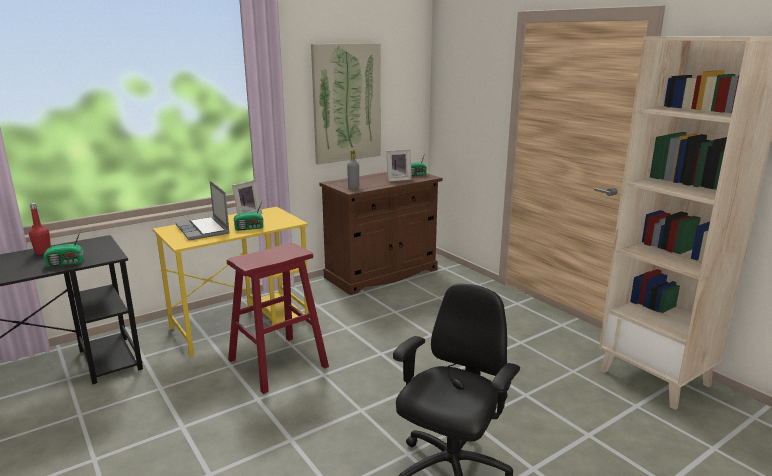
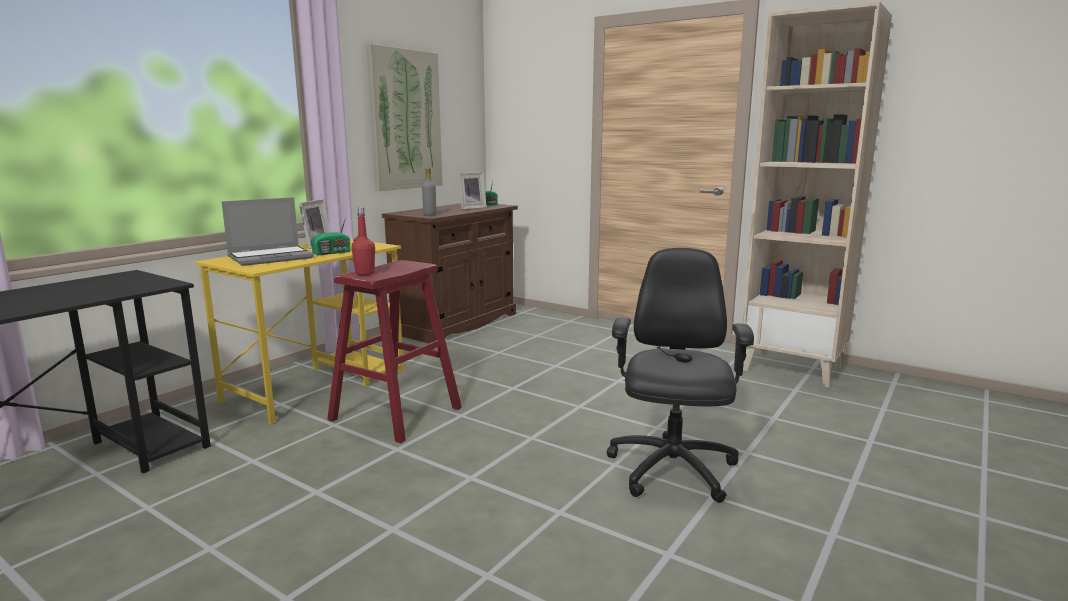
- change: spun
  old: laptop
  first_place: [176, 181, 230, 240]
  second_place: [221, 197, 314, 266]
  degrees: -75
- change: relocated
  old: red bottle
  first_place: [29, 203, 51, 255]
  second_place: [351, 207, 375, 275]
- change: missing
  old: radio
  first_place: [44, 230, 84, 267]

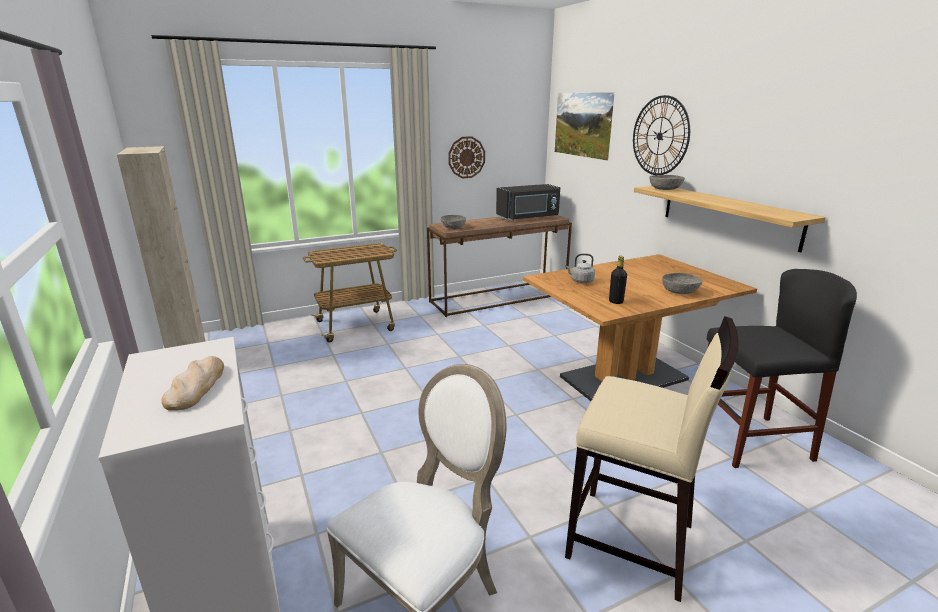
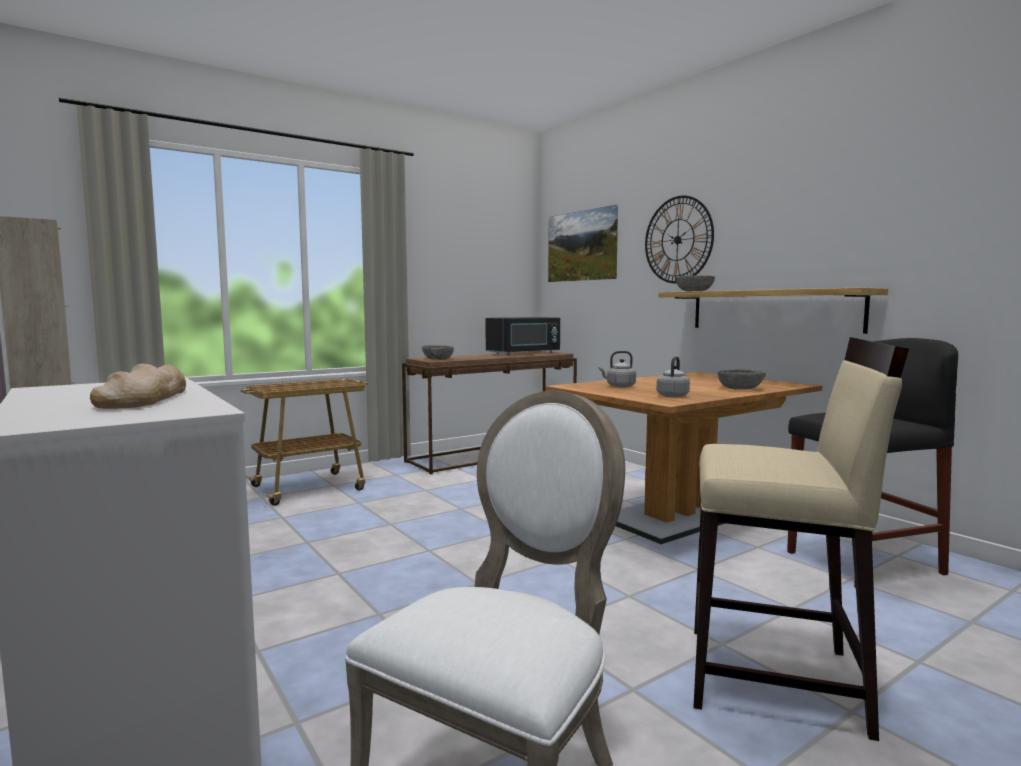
- change: missing
  old: wall clock
  first_place: [448, 136, 485, 179]
- change: exchanged
  old: black bottle
  new: grey kettle
  first_place: [609, 256, 627, 304]
  second_place: [657, 356, 690, 397]

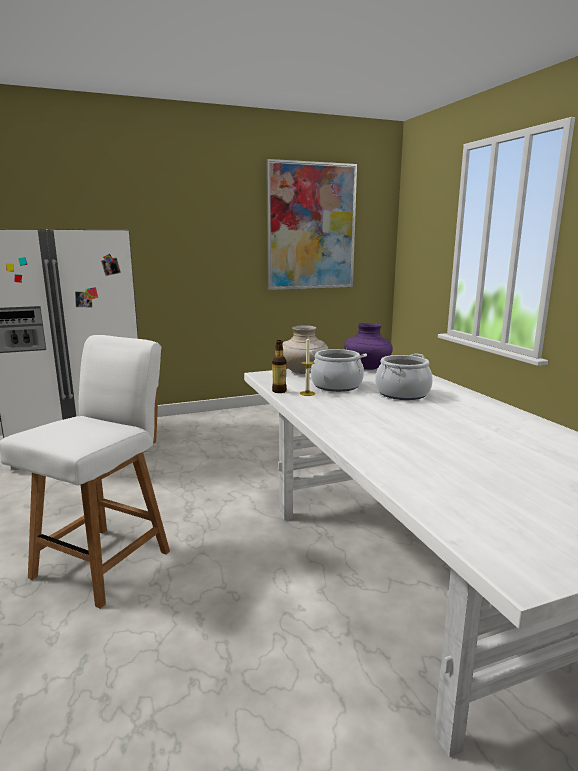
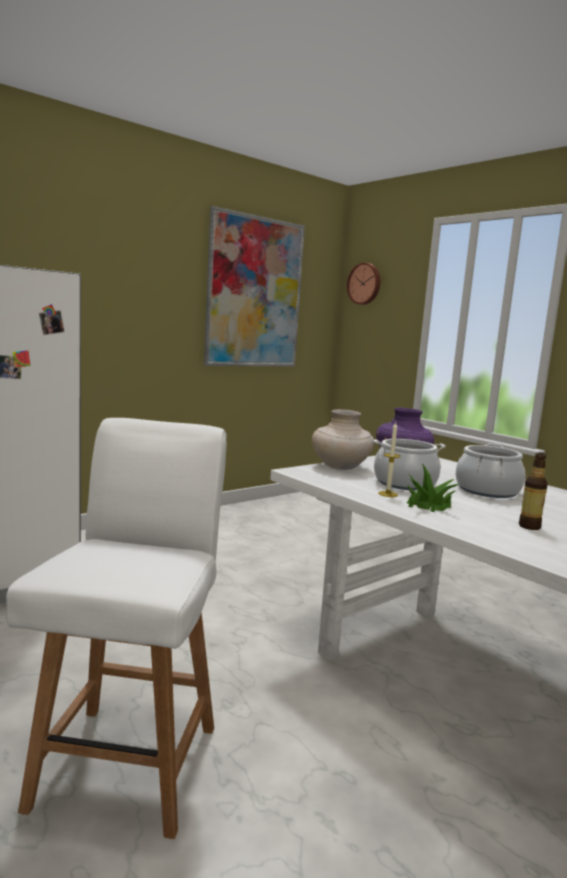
- change: relocated
  old: bottle
  first_place: [272, 340, 287, 393]
  second_place: [519, 453, 548, 530]
- change: appeared
  new: wall clock
  second_place: [347, 263, 380, 305]
- change: appeared
  new: potted plant
  second_place: [406, 463, 460, 512]

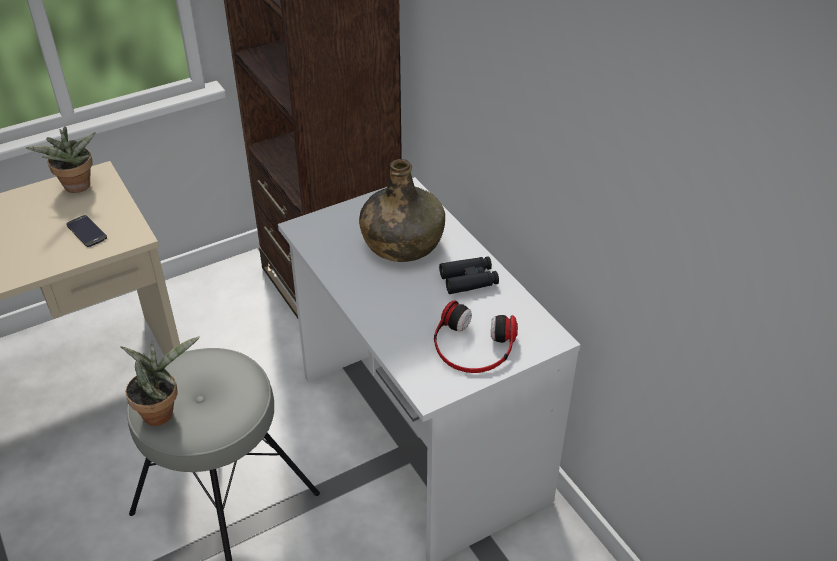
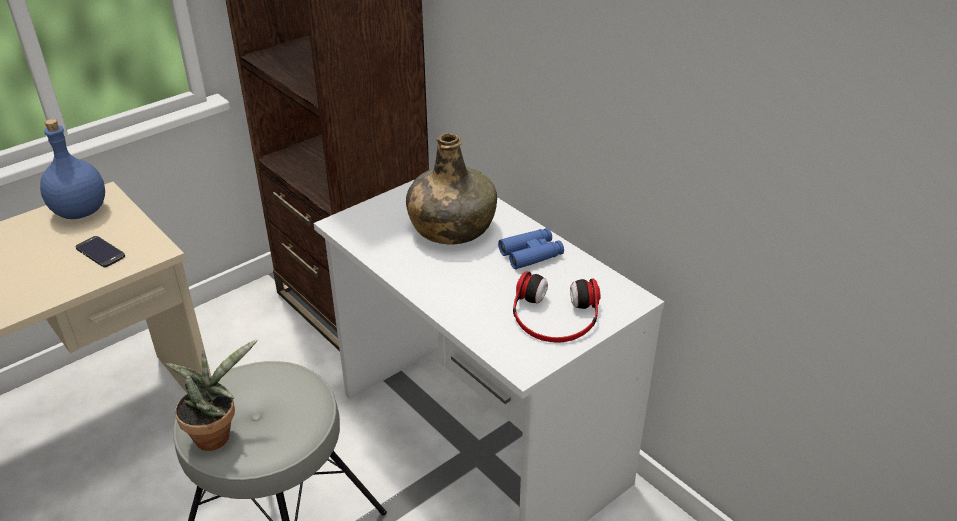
- change: exchanged
  old: potted plant
  new: blue bottle
  first_place: [26, 127, 96, 193]
  second_place: [40, 119, 105, 219]
- change: colour
  old: black binoculars
  new: blue binoculars
  first_place: [439, 256, 499, 294]
  second_place: [498, 228, 564, 269]

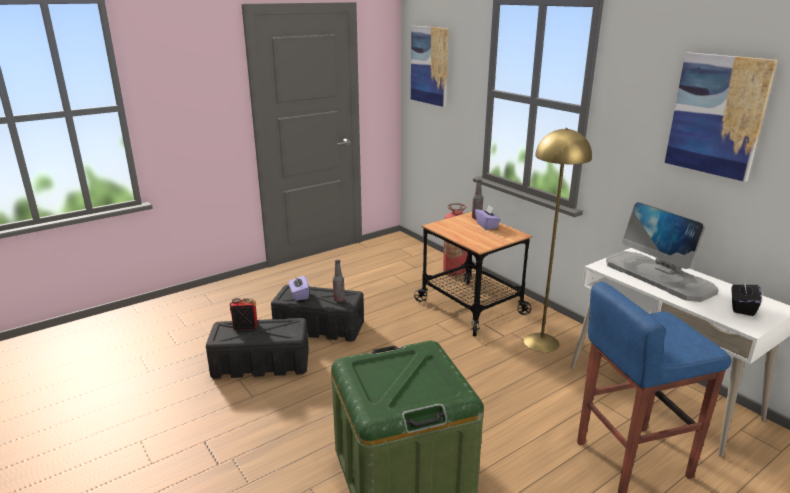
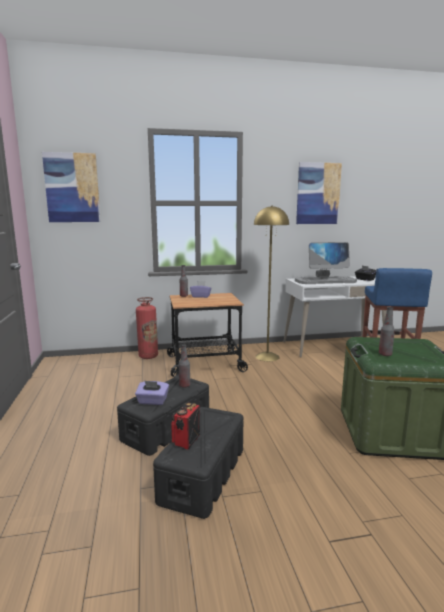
- change: appeared
  new: bottle
  second_place: [379, 307, 395, 356]

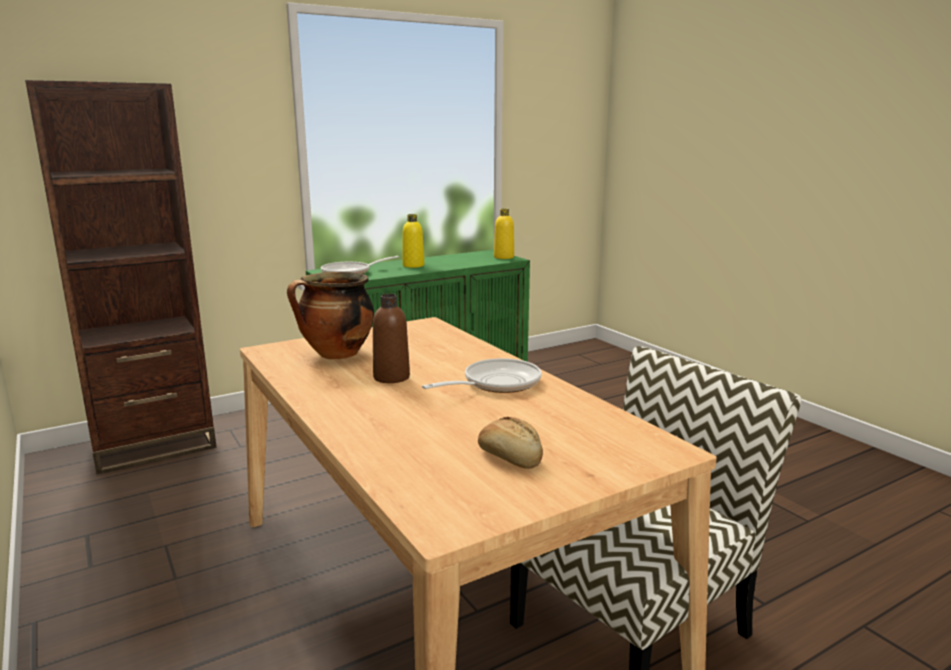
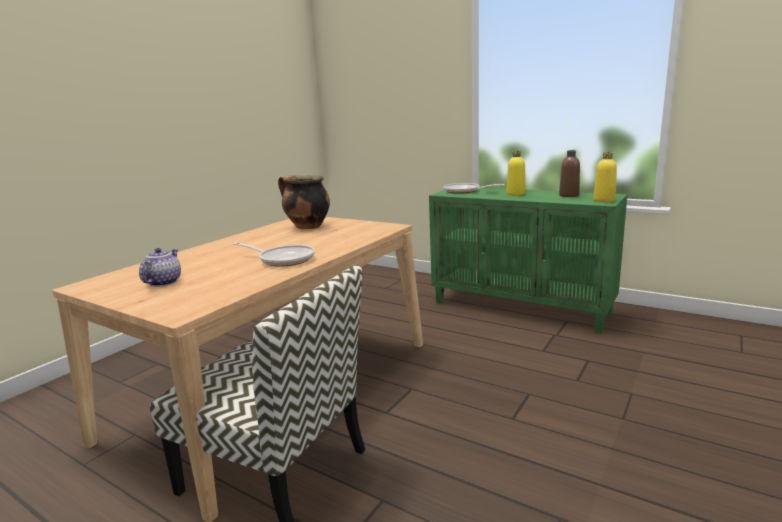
- change: missing
  old: brown bookcase
  first_place: [25, 80, 216, 474]
- change: relocated
  old: brown bottle
  first_place: [373, 294, 410, 383]
  second_place: [559, 150, 580, 197]
- change: exchanged
  old: bread
  new: teapot
  first_place: [478, 417, 543, 469]
  second_place: [139, 248, 181, 287]

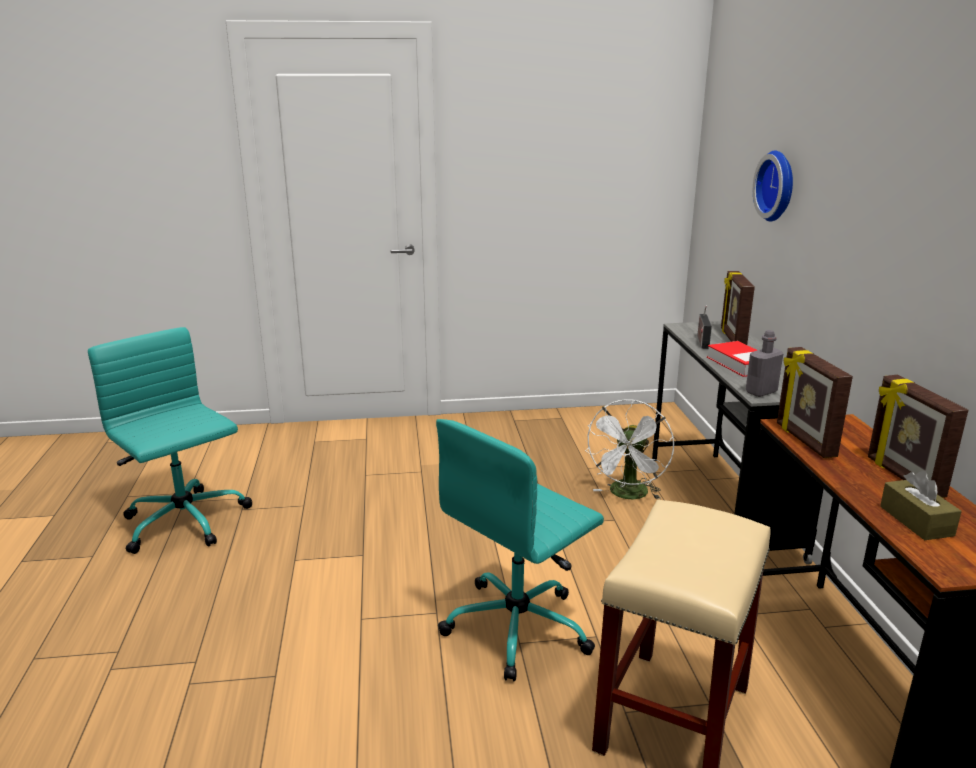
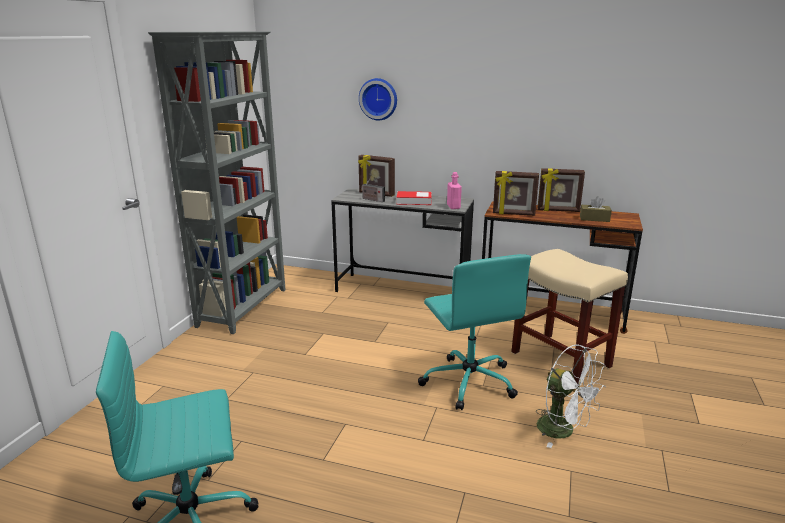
- change: colour
  old: grey bottle
  new: pink bottle
  first_place: [746, 330, 783, 397]
  second_place: [447, 172, 462, 209]
- change: relocated
  old: white fan
  first_place: [585, 400, 674, 500]
  second_place: [536, 344, 606, 448]
- change: appeared
  new: grey bookcase
  second_place: [148, 32, 286, 334]

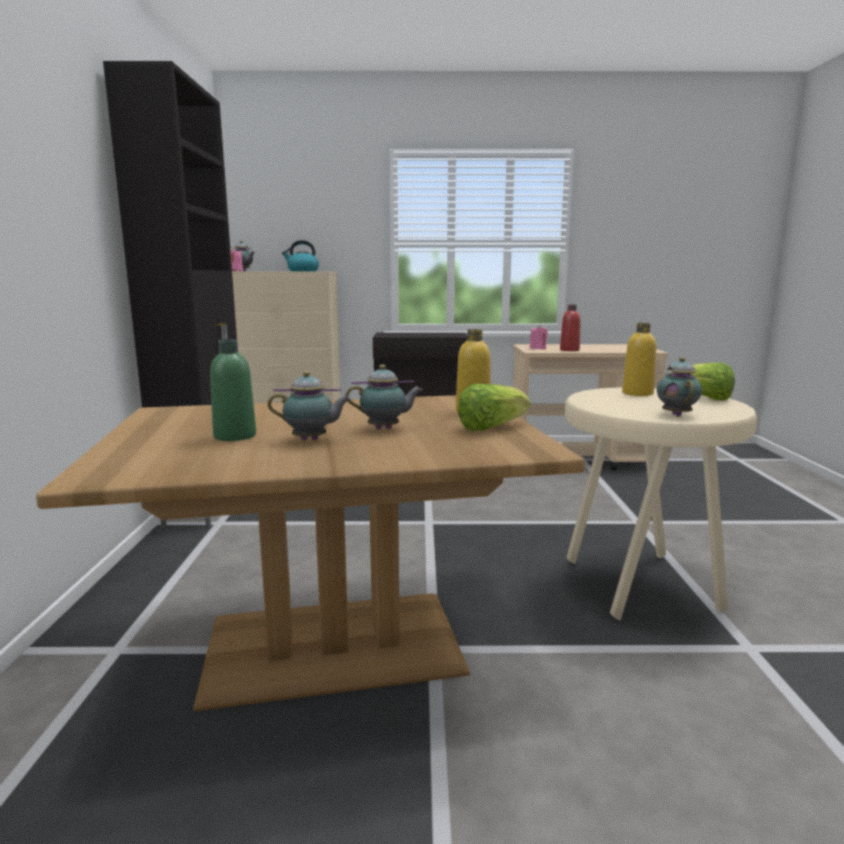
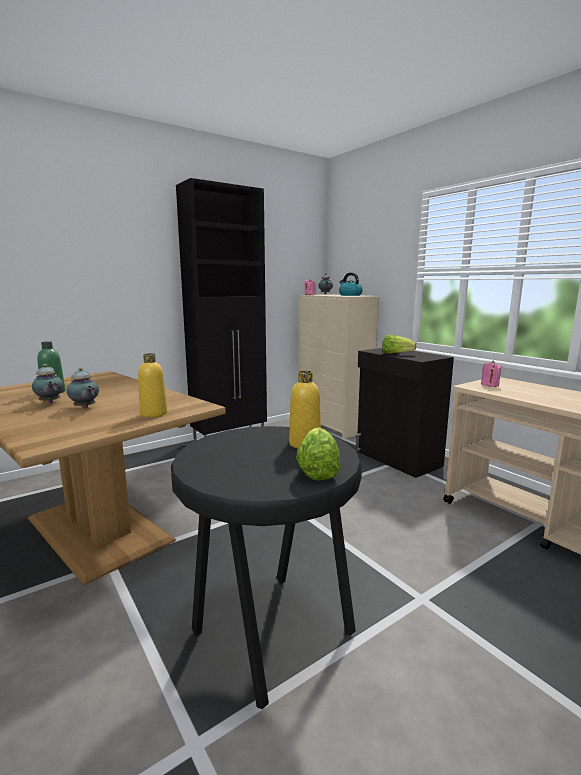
- change: missing
  old: red bottle
  first_place: [560, 305, 581, 351]
- change: missing
  old: teapot
  first_place: [657, 357, 702, 416]
- change: relocated
  old: lettuce
  first_place: [458, 384, 531, 431]
  second_place: [382, 334, 416, 354]
- change: colour
  old: beige stool
  new: black stool
  first_place: [565, 387, 757, 620]
  second_place: [171, 426, 362, 709]

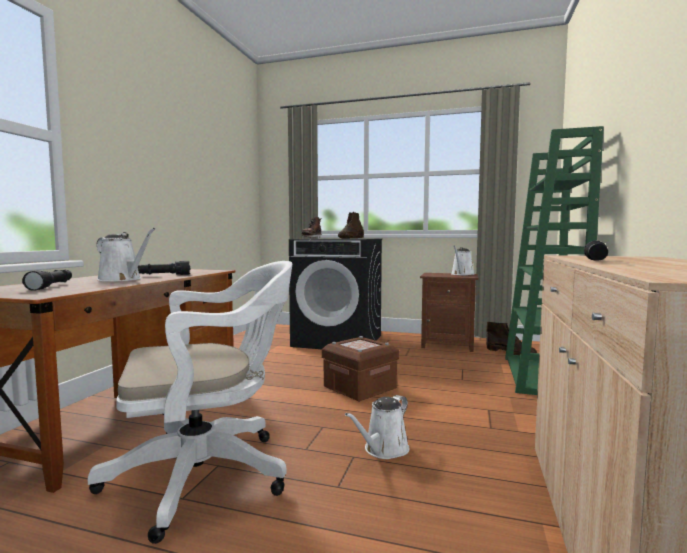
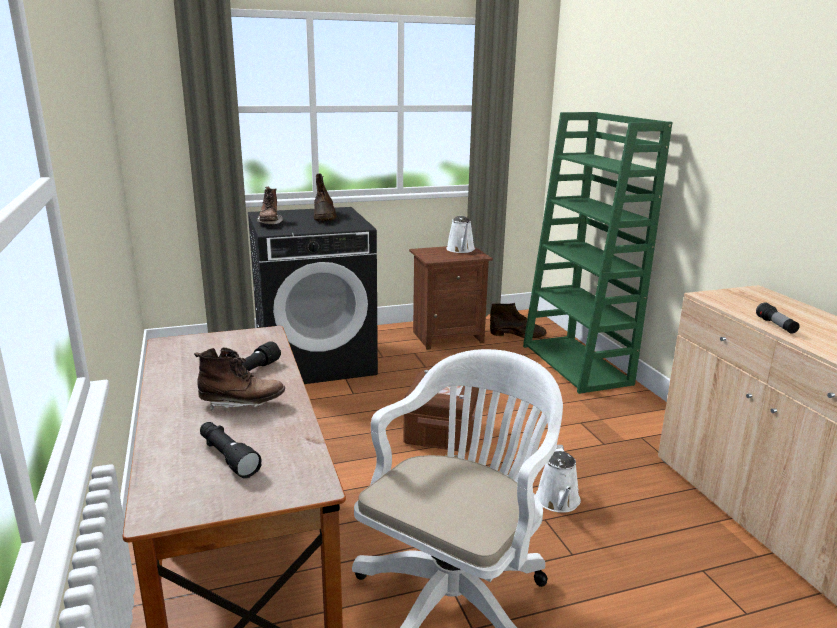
- change: exchanged
  old: white watering can
  new: brown boot
  first_place: [97, 228, 155, 282]
  second_place: [194, 347, 285, 412]

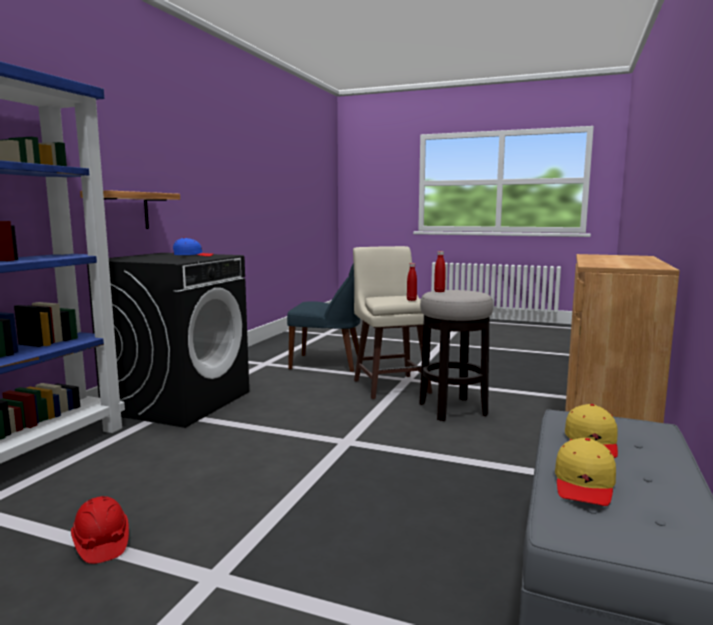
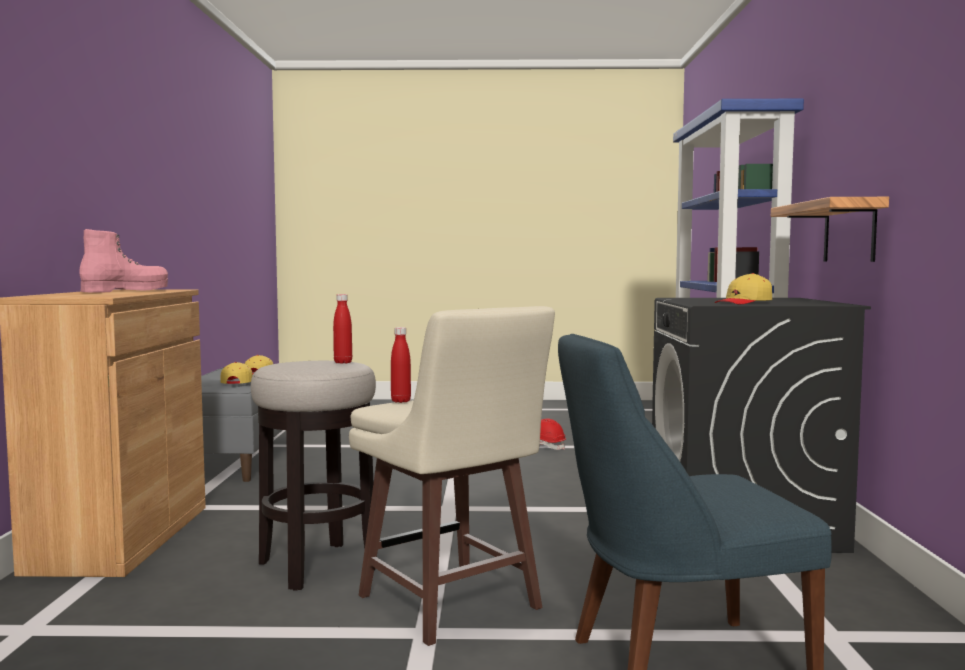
- change: colour
  old: blue cap
  new: yellow cap
  first_place: [173, 238, 213, 256]
  second_place: [714, 273, 772, 304]
- change: appeared
  new: pink boot
  second_place: [79, 229, 168, 293]

